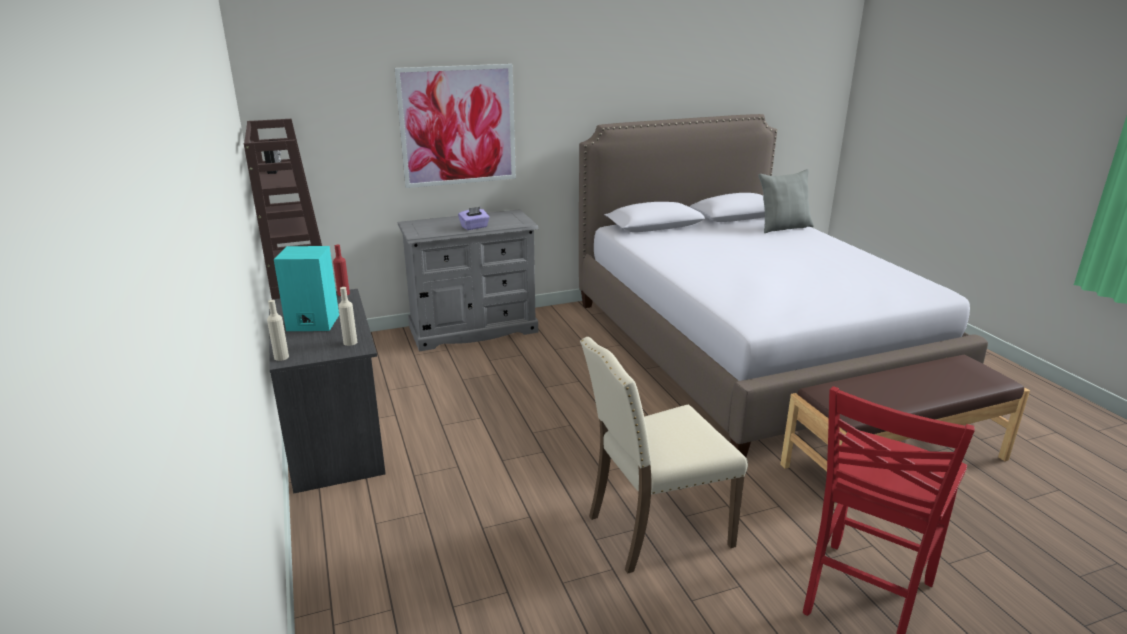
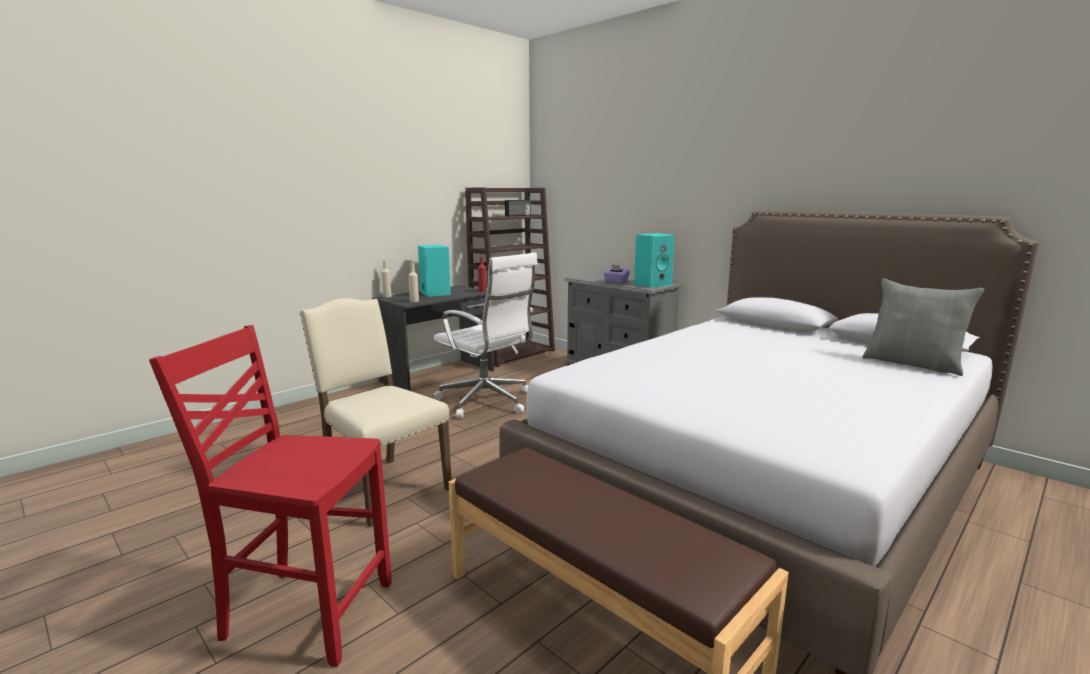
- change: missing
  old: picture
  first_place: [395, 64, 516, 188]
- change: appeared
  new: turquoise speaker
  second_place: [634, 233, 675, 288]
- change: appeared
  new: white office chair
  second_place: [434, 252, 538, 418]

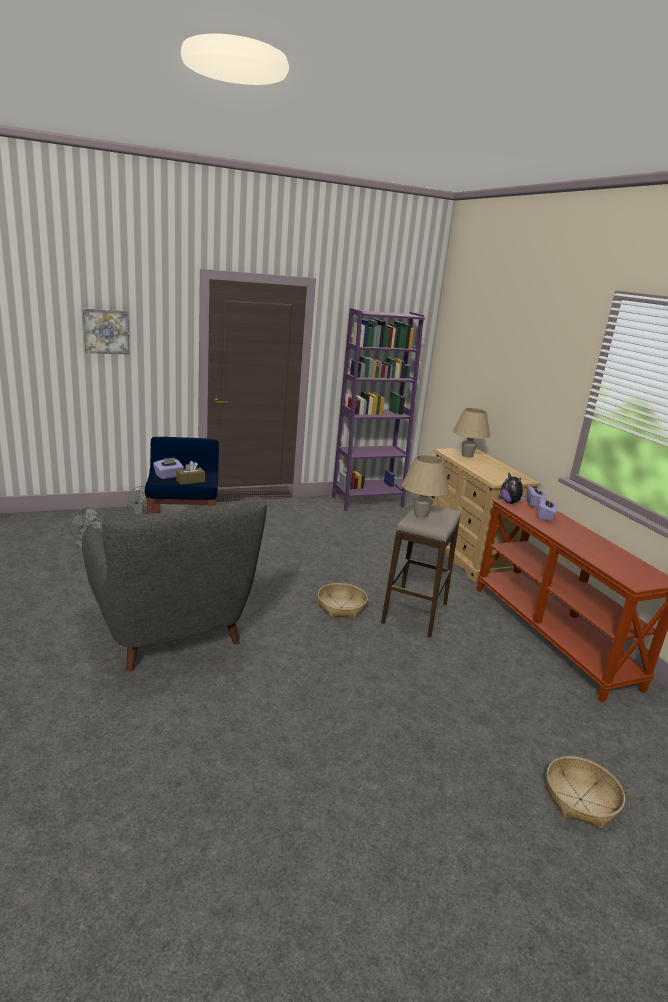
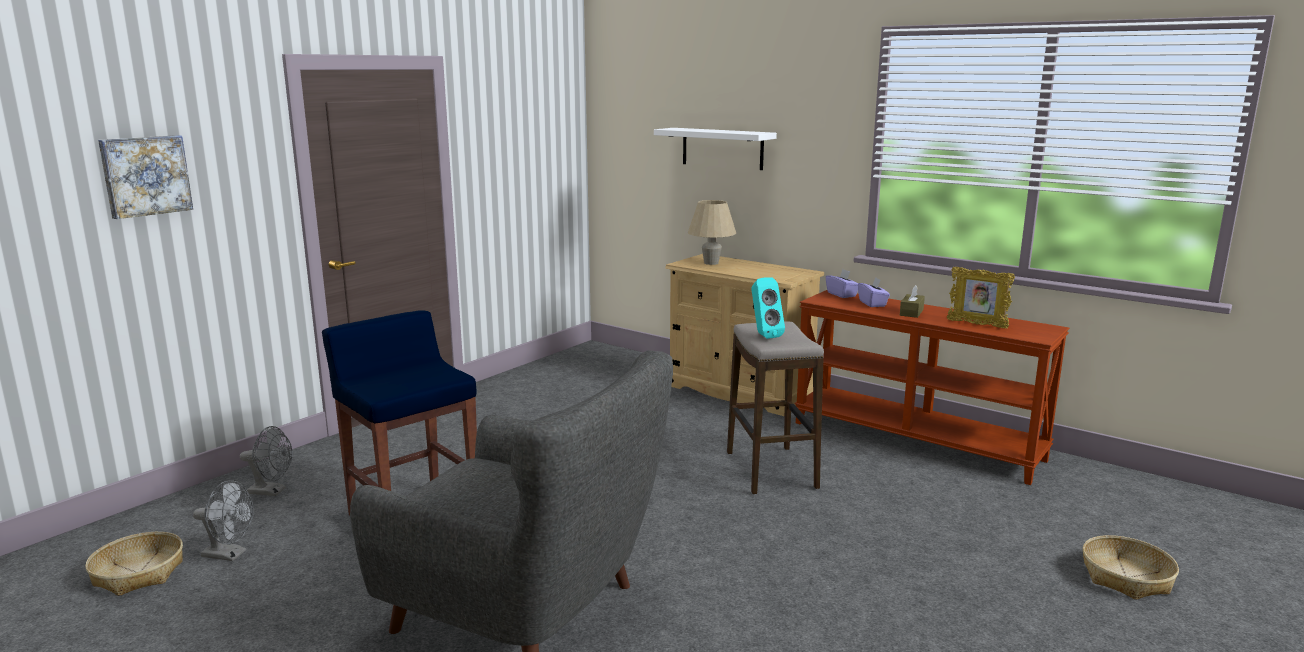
- change: missing
  old: purple bookcase
  first_place: [332, 308, 425, 511]
- change: exchanged
  old: beige table lamp
  new: turquoise speaker
  first_place: [402, 455, 449, 518]
  second_place: [751, 277, 785, 339]
- change: missing
  old: purple tissue box
  first_place: [153, 457, 184, 479]
- change: relocated
  old: brown tissue box
  first_place: [176, 461, 205, 485]
  second_place: [900, 285, 925, 318]
- change: missing
  old: plush toy
  first_place: [500, 472, 526, 504]
- change: relocated
  old: basket
  first_place: [318, 583, 368, 619]
  second_place: [85, 532, 183, 596]
- change: appeared
  new: white shelf
  second_place: [654, 128, 777, 170]
- change: appeared
  new: picture frame
  second_place: [947, 267, 1015, 328]

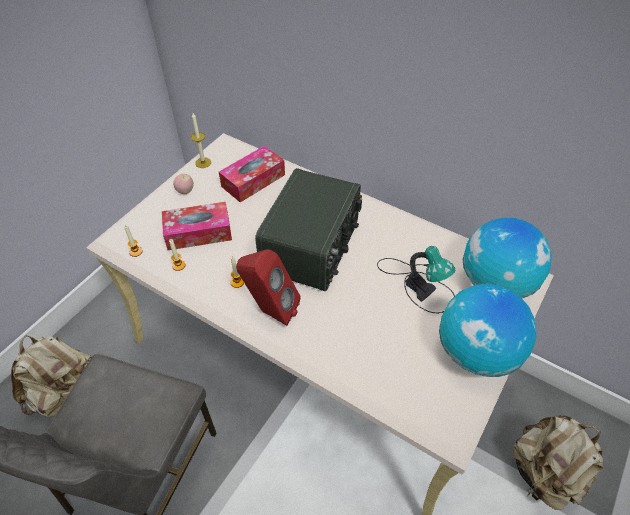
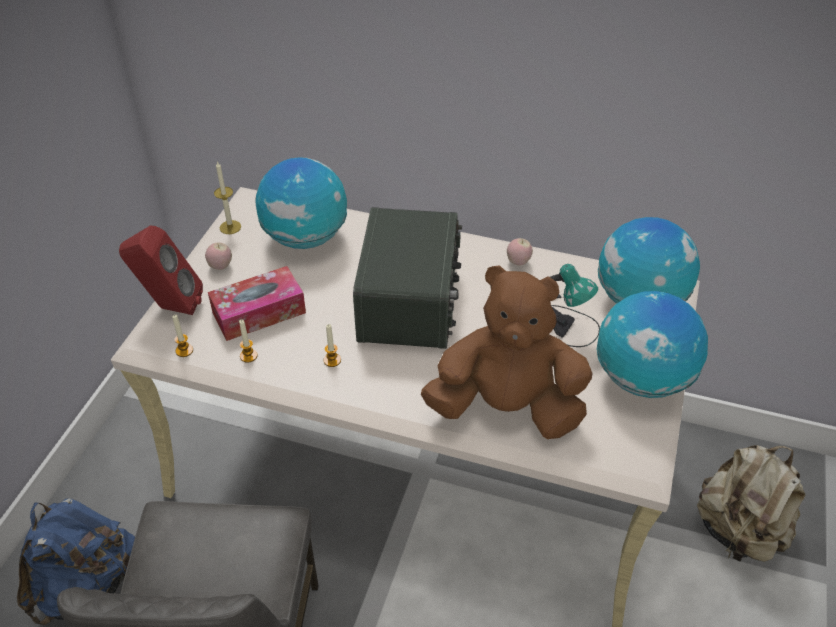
- change: exchanged
  old: tissue box
  new: globe
  first_place: [219, 146, 285, 202]
  second_place: [255, 157, 347, 249]
- change: relocated
  old: red speaker
  first_place: [236, 249, 301, 326]
  second_place: [119, 226, 203, 315]
- change: colour
  old: beige backpack
  new: blue backpack
  first_place: [11, 335, 92, 417]
  second_place: [17, 498, 135, 625]
- change: appeared
  new: apple
  second_place: [507, 238, 533, 266]
- change: appeared
  new: brown plush toy
  second_place: [421, 265, 593, 439]

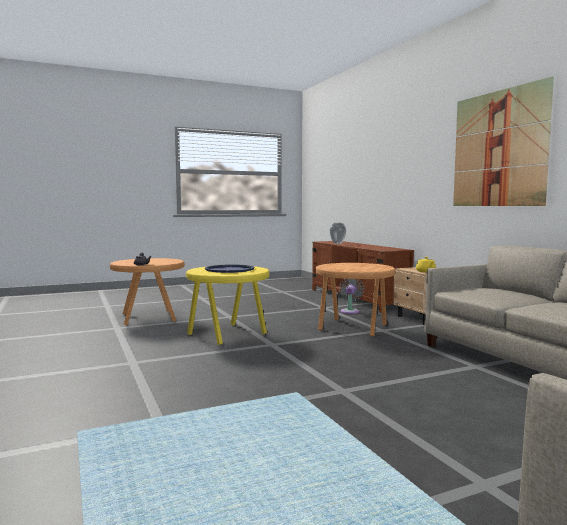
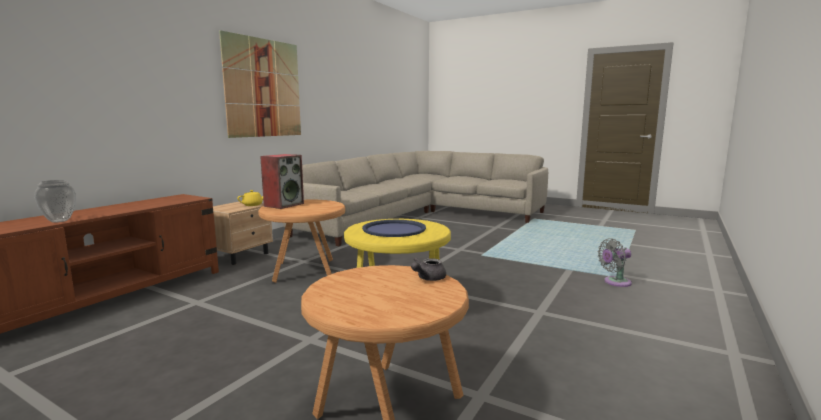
- change: relocated
  old: grey fan
  first_place: [339, 279, 364, 314]
  second_place: [598, 238, 632, 287]
- change: appeared
  new: speaker
  second_place: [260, 154, 304, 209]

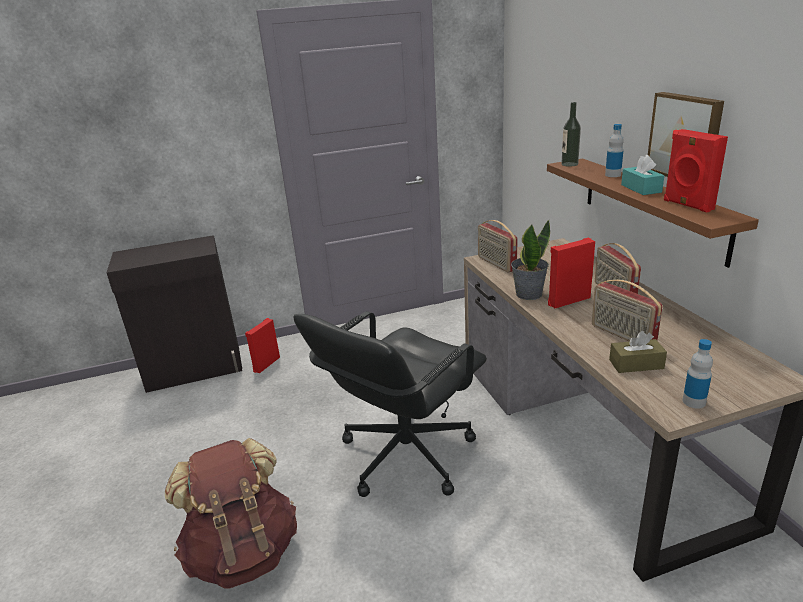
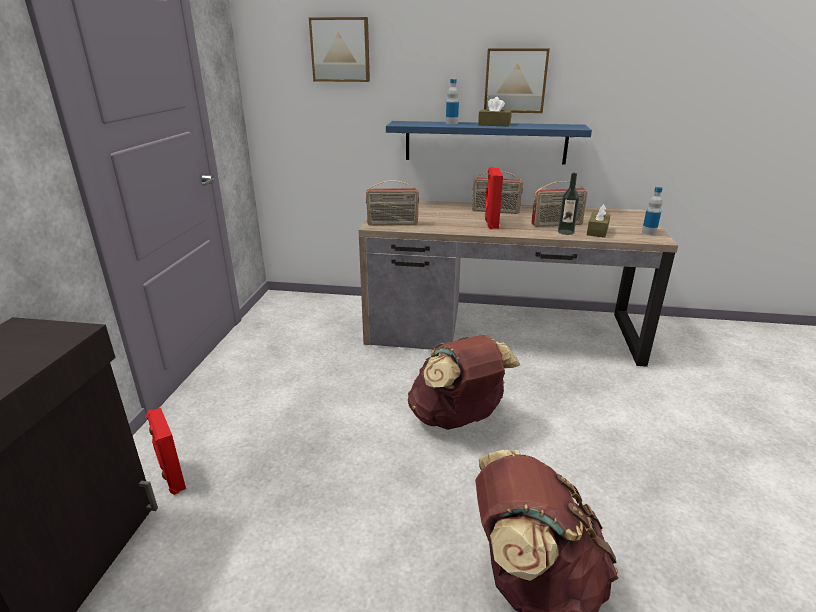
- change: relocated
  old: bottle
  first_place: [561, 102, 581, 167]
  second_place: [558, 173, 579, 235]
- change: missing
  old: red speaker
  first_place: [664, 129, 728, 212]
- change: colour
  old: turquoise tissue box
  new: brown tissue box
  first_place: [621, 155, 664, 195]
  second_place: [478, 97, 512, 127]
- change: colour
  old: brown shelf
  new: blue shelf
  first_place: [547, 158, 759, 268]
  second_place: [386, 121, 592, 165]
- change: missing
  old: potted plant
  first_place: [511, 220, 550, 300]
- change: exchanged
  old: black office chair
  new: brown backpack
  first_place: [293, 311, 487, 497]
  second_place: [408, 335, 520, 430]
- change: appeared
  new: picture
  second_place: [309, 17, 370, 82]

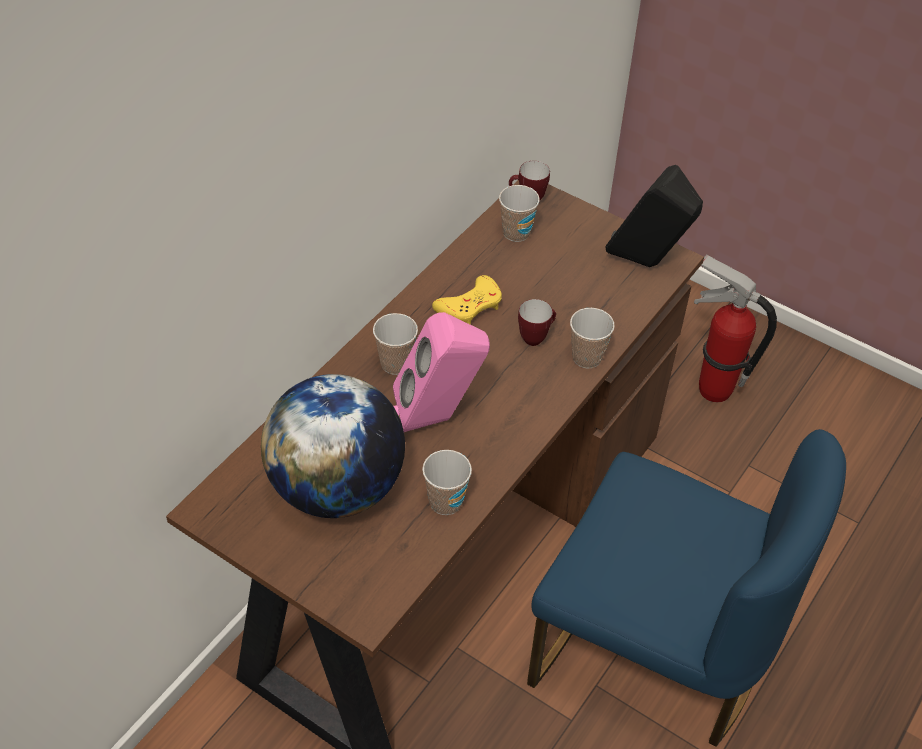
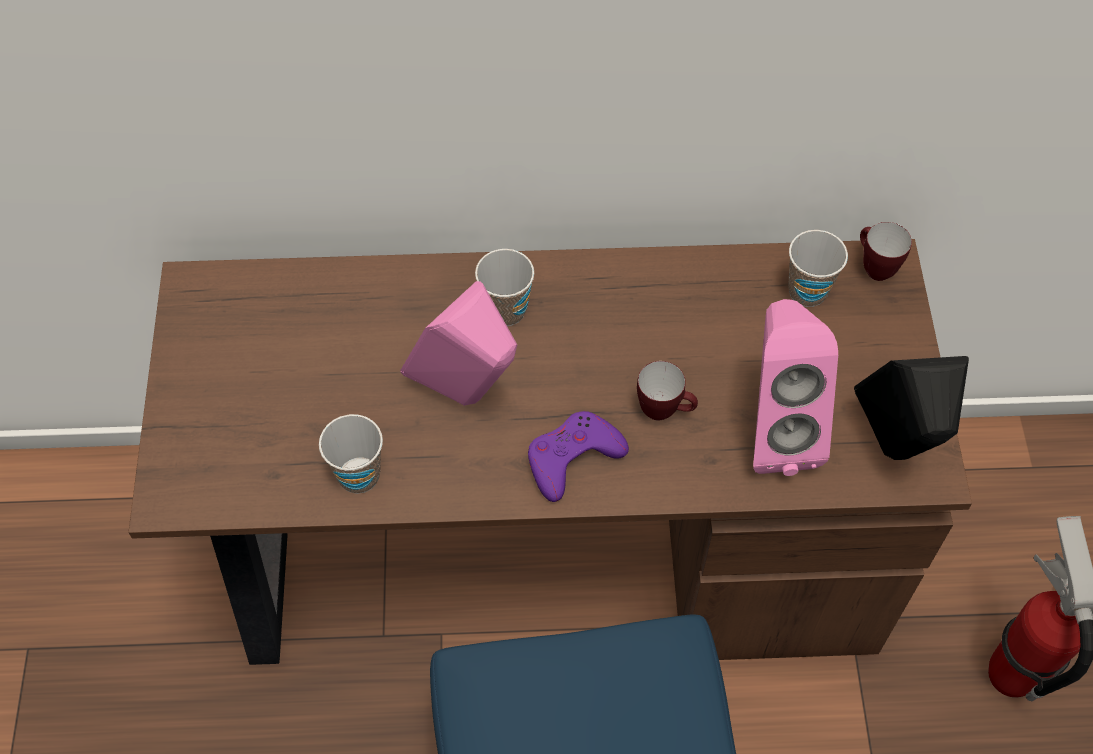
- change: missing
  old: yellow game controller
  first_place: [432, 275, 502, 325]
- change: missing
  old: cup
  first_place: [570, 308, 615, 369]
- change: missing
  old: globe
  first_place: [261, 374, 405, 518]
- change: appeared
  new: pink speaker
  second_place: [753, 299, 838, 476]
- change: appeared
  new: purple game controller
  second_place: [528, 411, 629, 502]

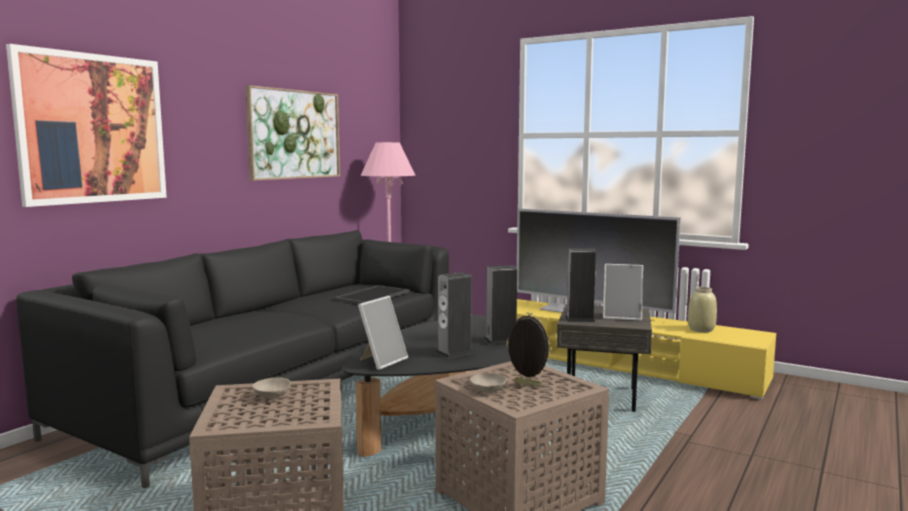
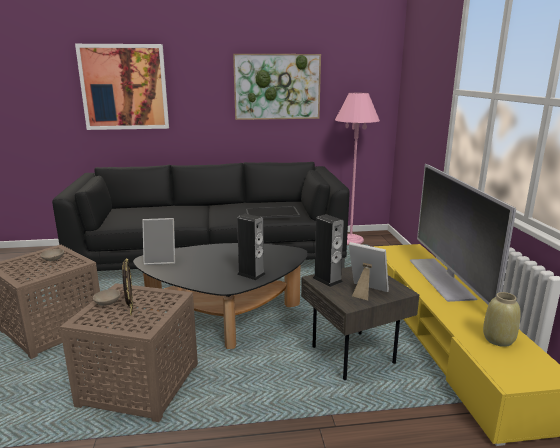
- change: spun
  old: picture frame
  first_place: [603, 264, 643, 321]
  second_place: [349, 242, 389, 301]
  degrees: 150
- change: missing
  old: speaker
  first_place: [436, 272, 473, 359]

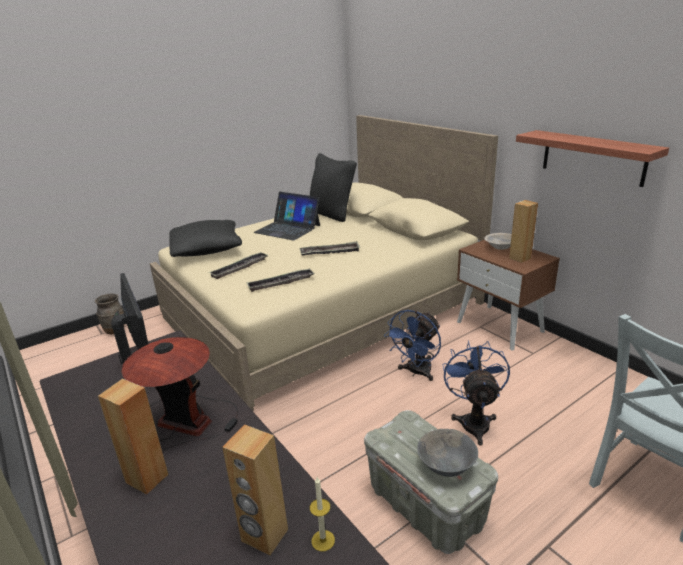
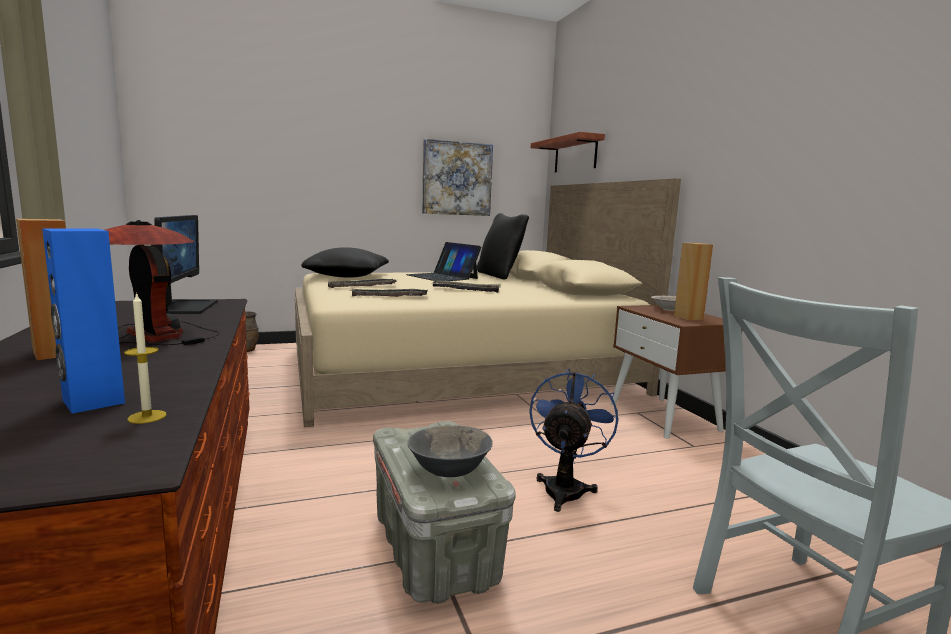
- change: relocated
  old: shelf
  first_place: [516, 130, 669, 187]
  second_place: [531, 132, 605, 172]
- change: missing
  old: blue fan
  first_place: [384, 310, 441, 381]
- change: colour
  old: brown speaker
  new: blue speaker
  first_place: [222, 424, 288, 555]
  second_place: [42, 228, 125, 414]
- change: appeared
  new: picture
  second_place: [422, 139, 493, 216]

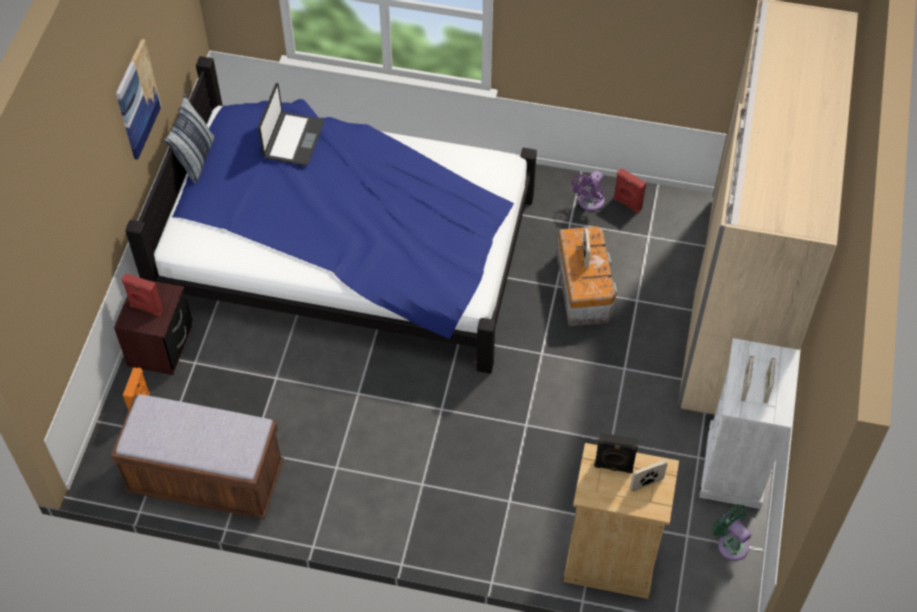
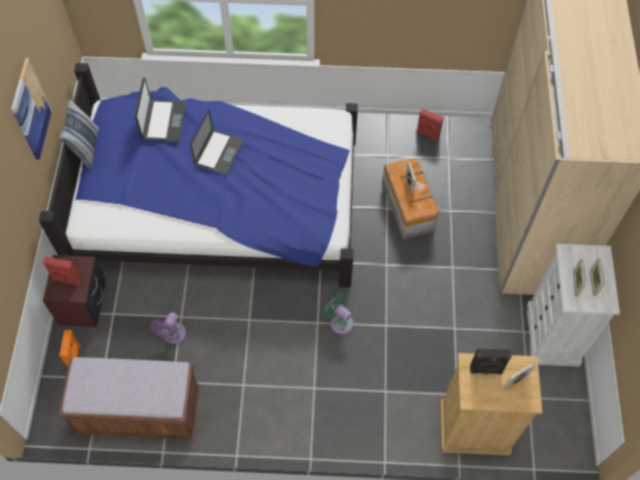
- change: relocated
  old: purple fan
  first_place: [571, 171, 605, 211]
  second_place: [150, 312, 186, 344]
- change: relocated
  old: green fan
  first_place: [712, 504, 751, 561]
  second_place: [323, 292, 354, 334]
- change: appeared
  new: laptop
  second_place: [190, 110, 243, 174]

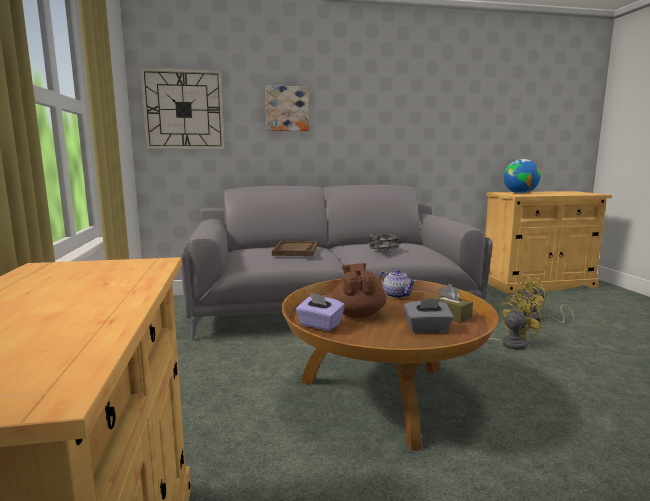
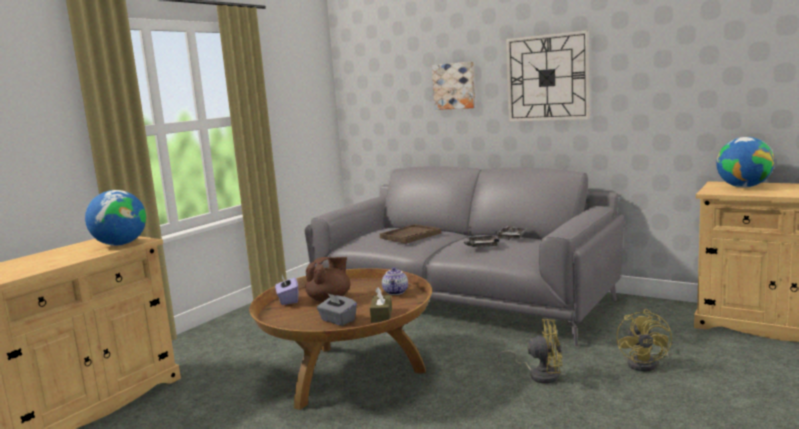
- change: relocated
  old: wall clock
  first_place: [140, 68, 224, 149]
  second_place: [506, 30, 590, 122]
- change: spun
  old: yellow fan
  first_place: [513, 275, 574, 324]
  second_place: [616, 309, 672, 371]
  degrees: -105
- change: appeared
  new: globe
  second_place: [85, 190, 146, 246]

